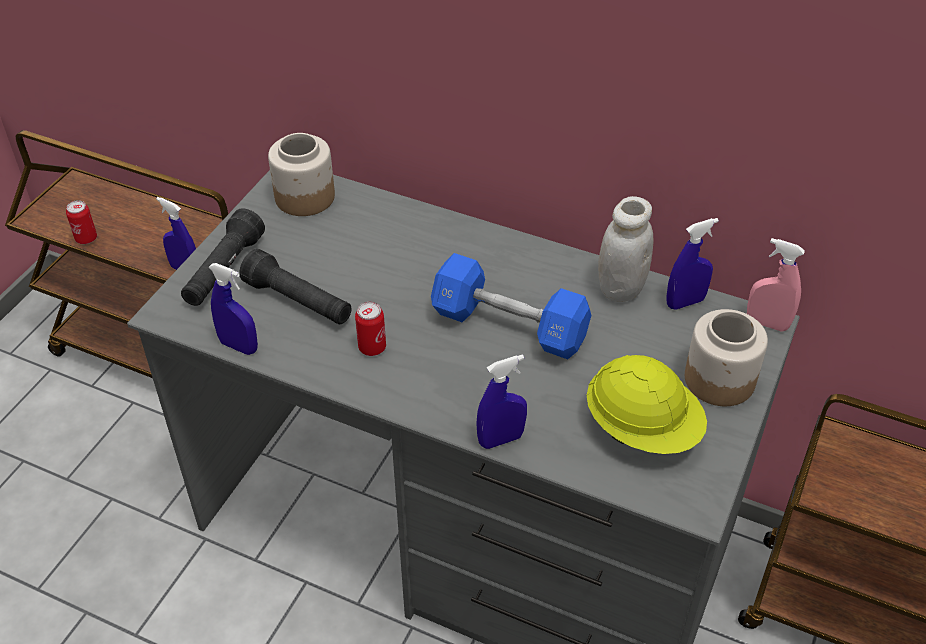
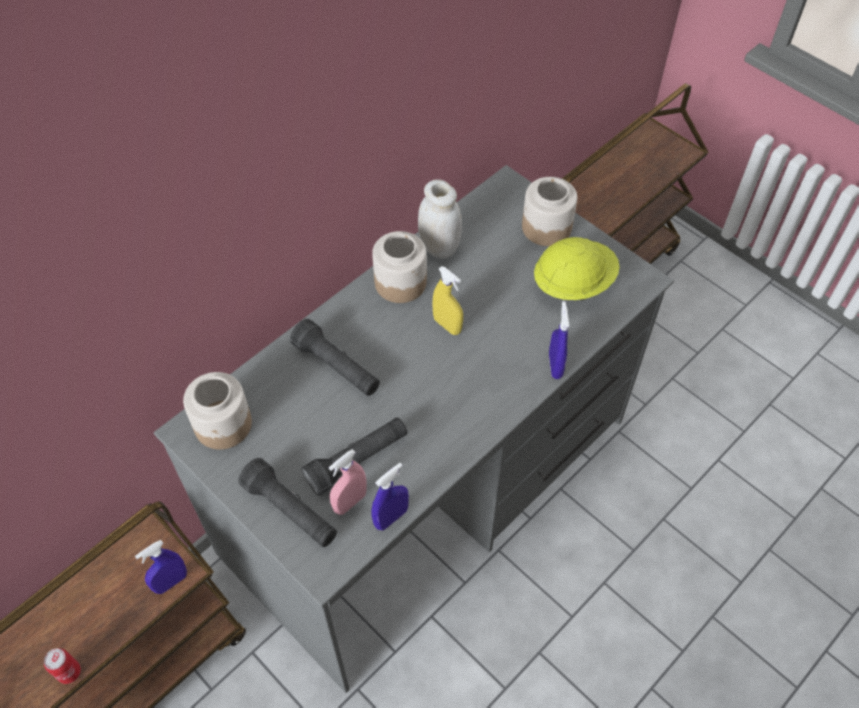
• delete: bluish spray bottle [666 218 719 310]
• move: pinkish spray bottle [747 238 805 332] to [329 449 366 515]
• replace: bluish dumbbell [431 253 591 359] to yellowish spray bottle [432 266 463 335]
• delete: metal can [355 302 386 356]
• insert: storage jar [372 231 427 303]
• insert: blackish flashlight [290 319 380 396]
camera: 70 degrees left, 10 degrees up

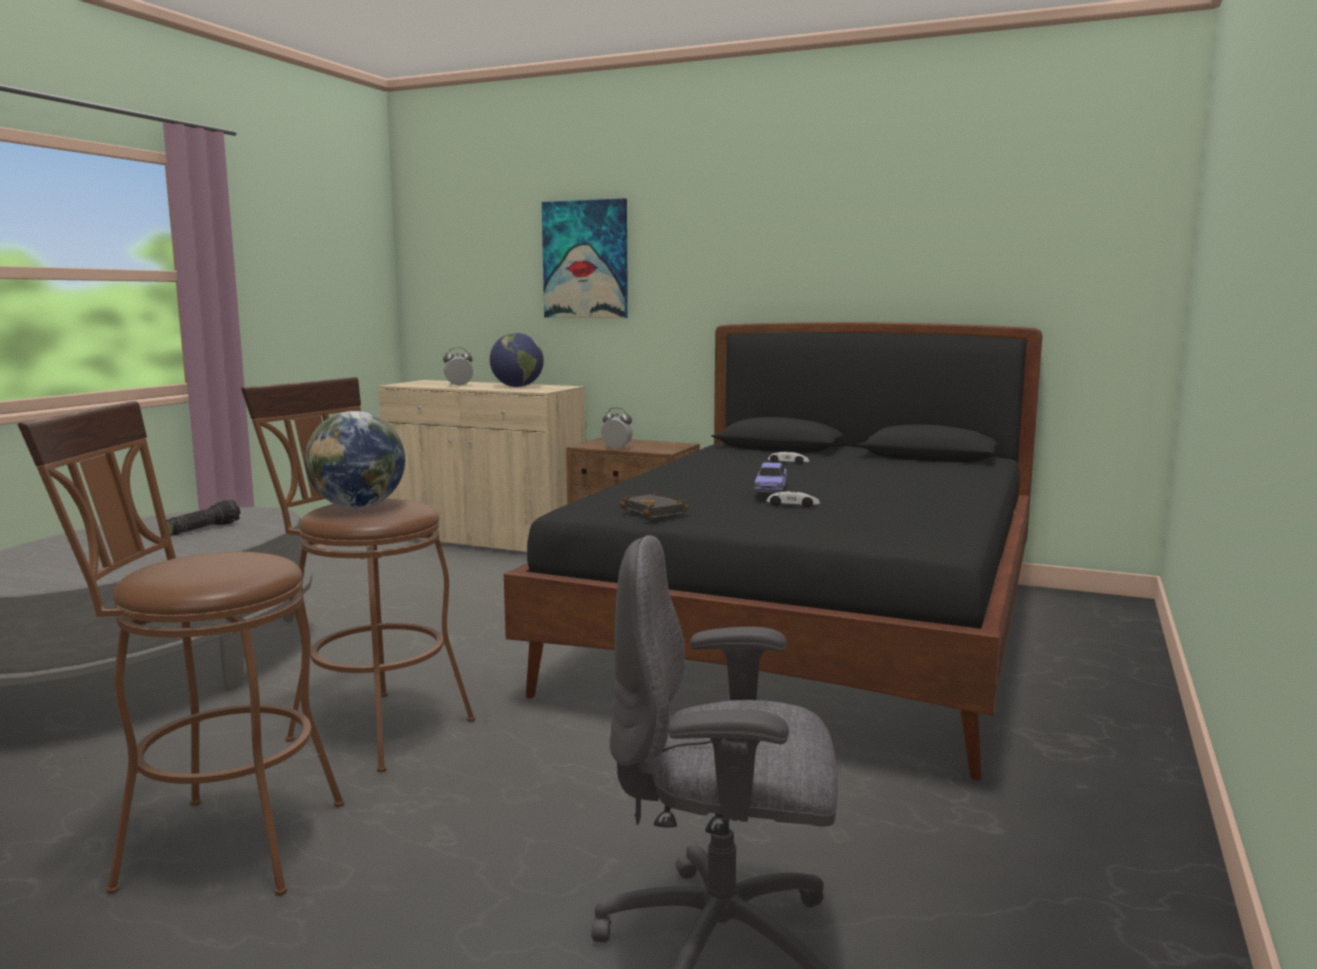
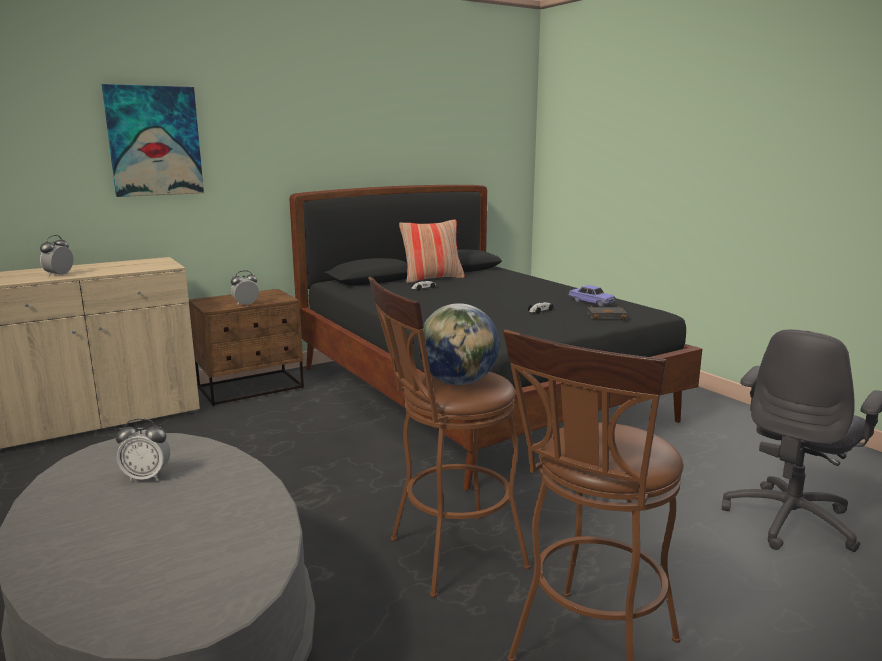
• delete: desk globe [490 333 544 387]
• move: toy car [754 463 787 494] to [567 285 616 306]
• move: blackish volume [619 492 689 518] to [587 305 627 320]
• replace: flashlight [166 500 240 536] to alarm clock [116 418 170 481]
• insert: pillow [399 219 465 283]
camera: 55 degrees left, 5 degrees up

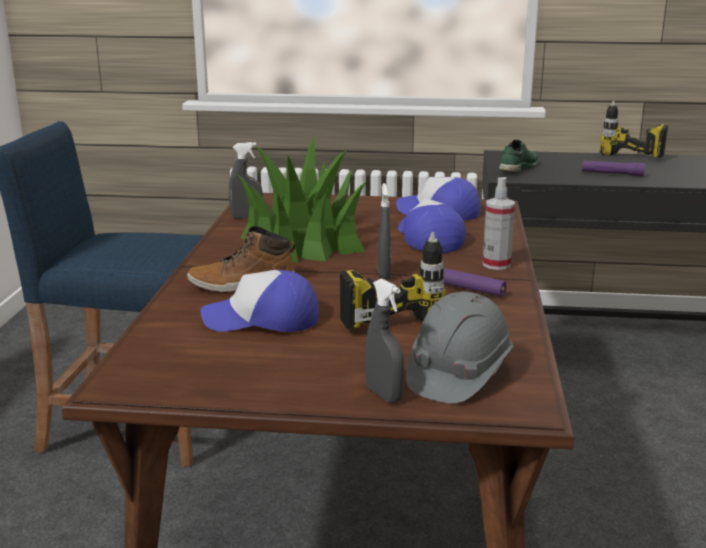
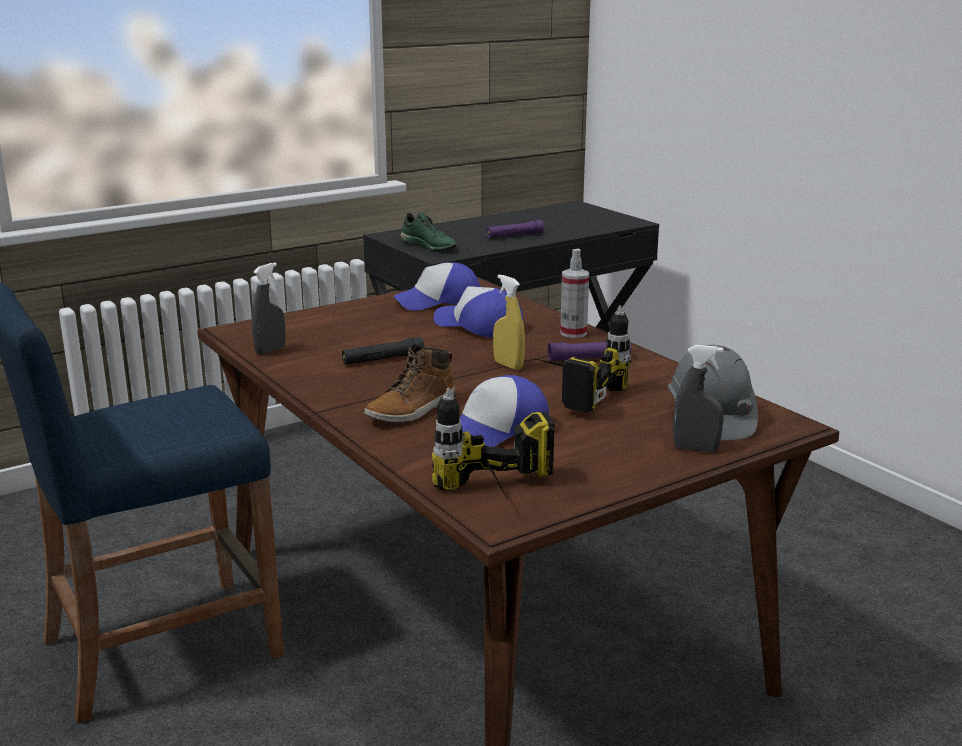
• move: electric drill [599 100 668 158] to [432 388 554 500]
• replace: potted plant [237 135 366 263] to blackish flashlight [342 337 425 365]
• rotate: green-coloured shoe [499 139 539 173] = [400 213 457 251] 135 degrees clockwise
• recolor: gray spray bottle [378 183 391 280] to yellowish spray bottle [493 274 525 370]
camera: 40 degrees left, 0 degrees up

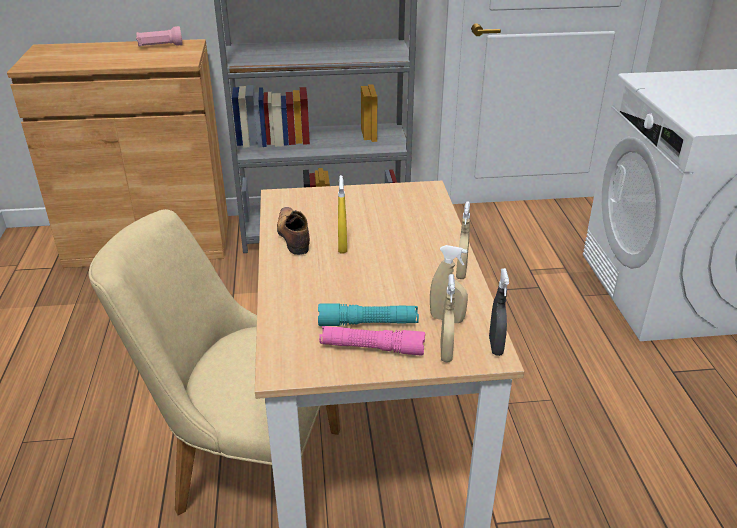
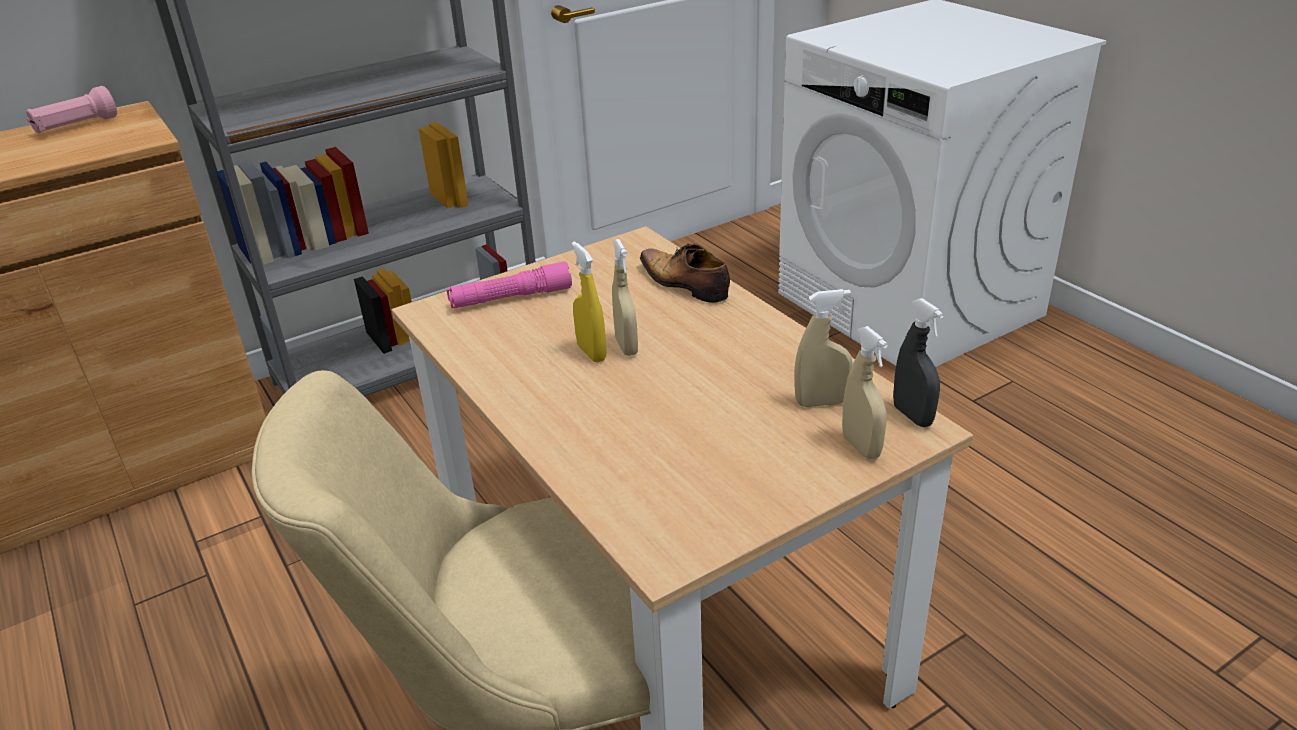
• move: beige-coloured spray bottle [456 201 470 279] to [612 239 638 356]
• move: shoe [277 207 310 255] to [640 243 730 303]
• delete: blue-green flashlight [318 303 419 326]
• move: pinkish flashlight [319 326 425 356] to [447 261 572 308]
camera: 25 degrees left, 0 degrees up

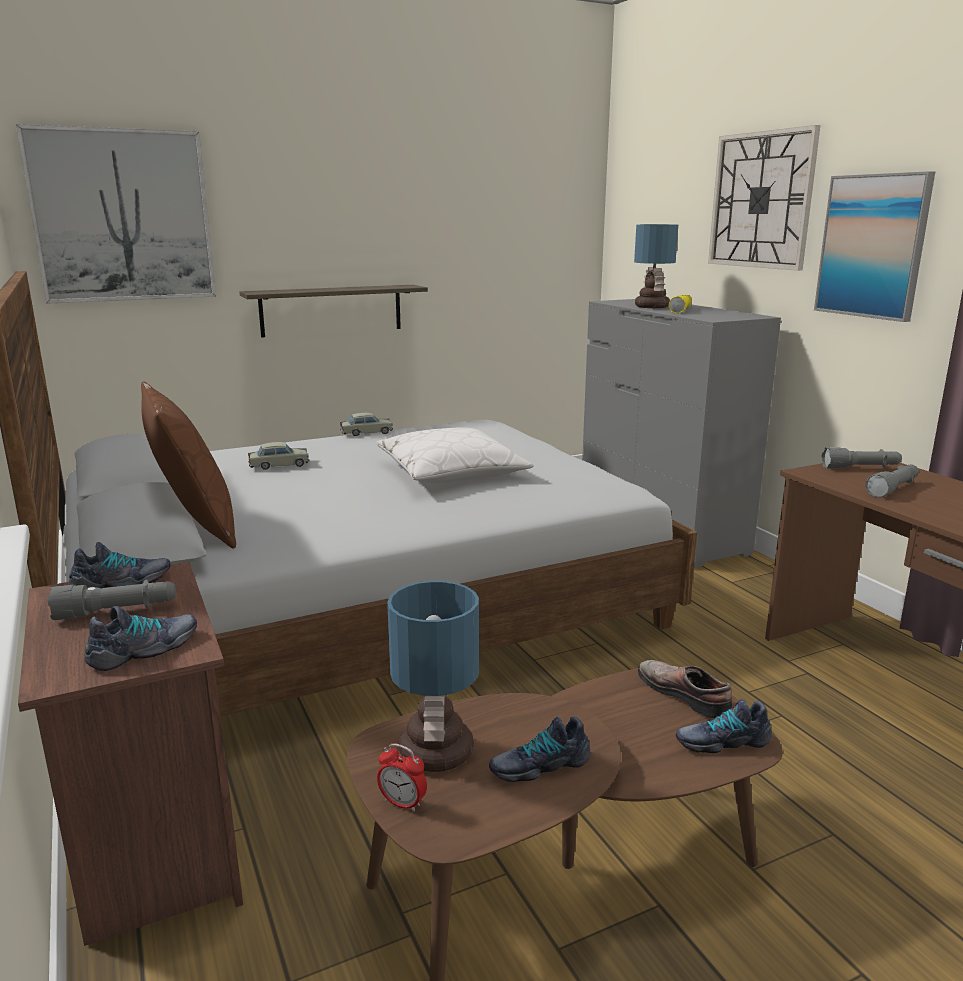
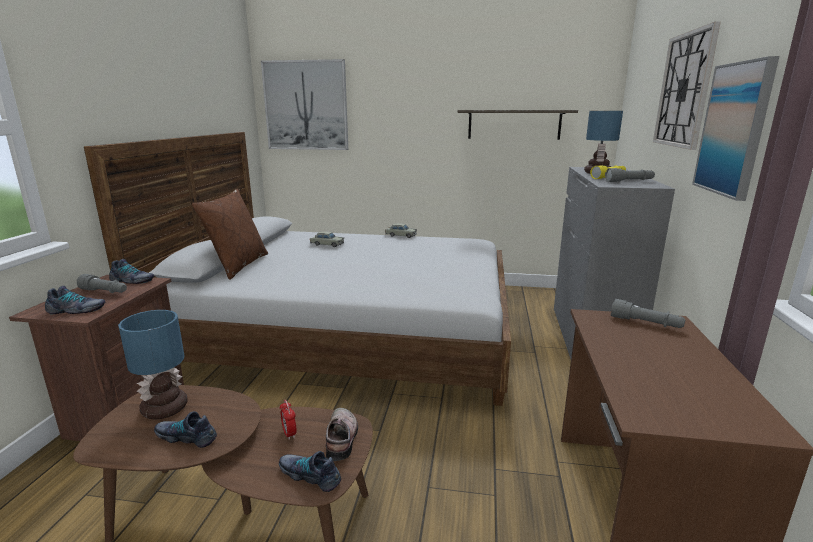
• move: shelf [239 285 428 338] to [458 110 578 140]
• delete: white-coloured pillow [376 427 534 483]
• move: gray flashlight [865 464 919 498] to [605 168 655 182]
• move: alarm clock [377 743 427 812] to [279 400 297 440]
camera: 35 degrees right, 0 degrees up

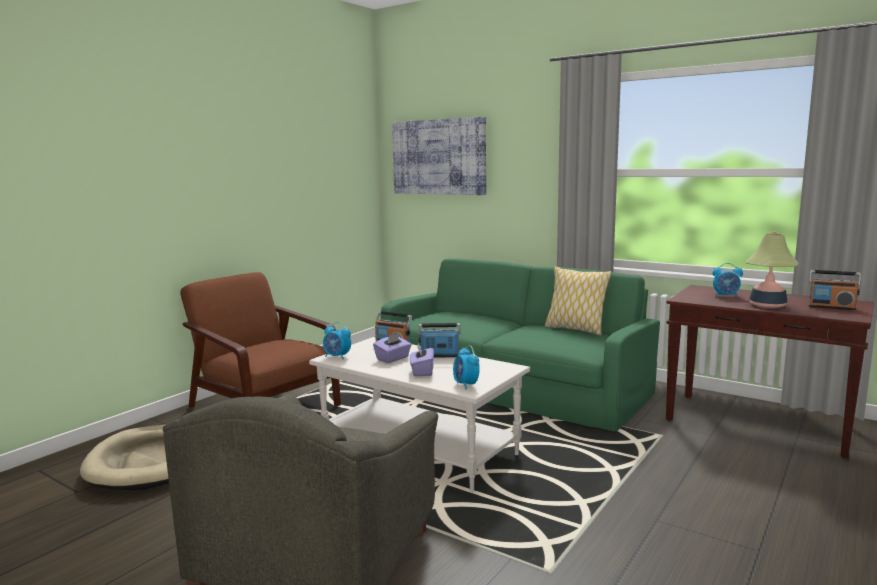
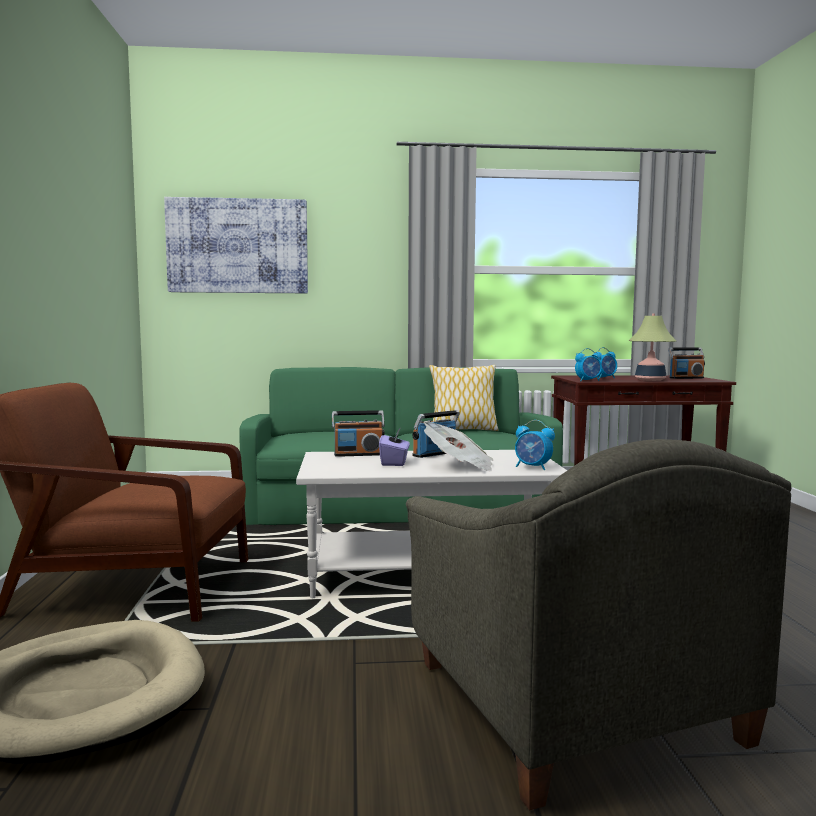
• move: alarm clock [323 322 351 359] to [575 348 602 381]
• replace: purple-coloured tissue holder [410 342 434 376] to daily paper [424 421 493 472]
camera: 40 degrees left, 5 degrees down

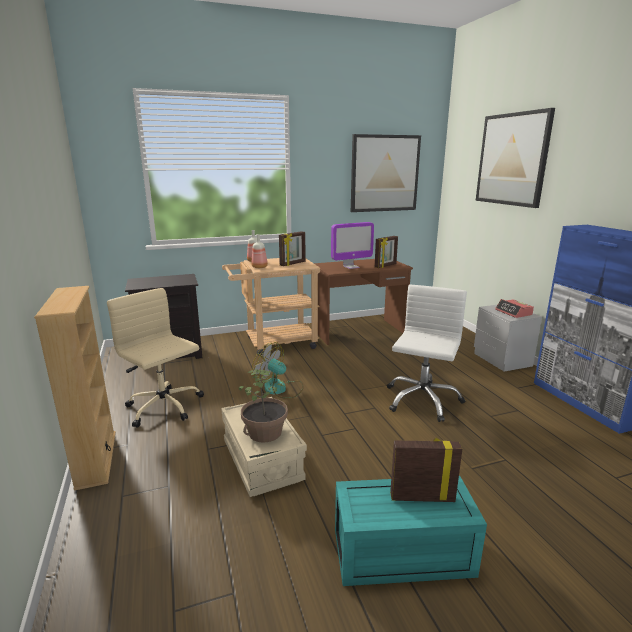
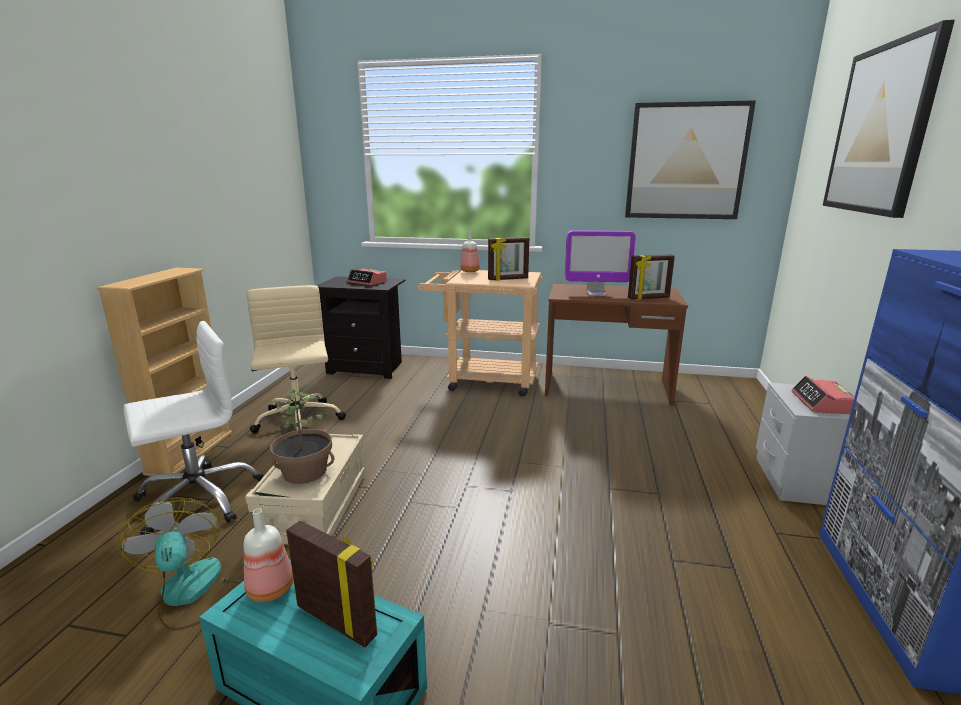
• move: beverage bottle [251 234 268 268] to [244 508 293 602]
• move: white-coloured computer chair [387 285 467 422] to [124 321 264 535]
• move: electric fan [252 342 304 399] to [117 497 243 631]
• insert: alarm clock [347 269 387 286]
camera: 30 degrees right, 0 degrees up

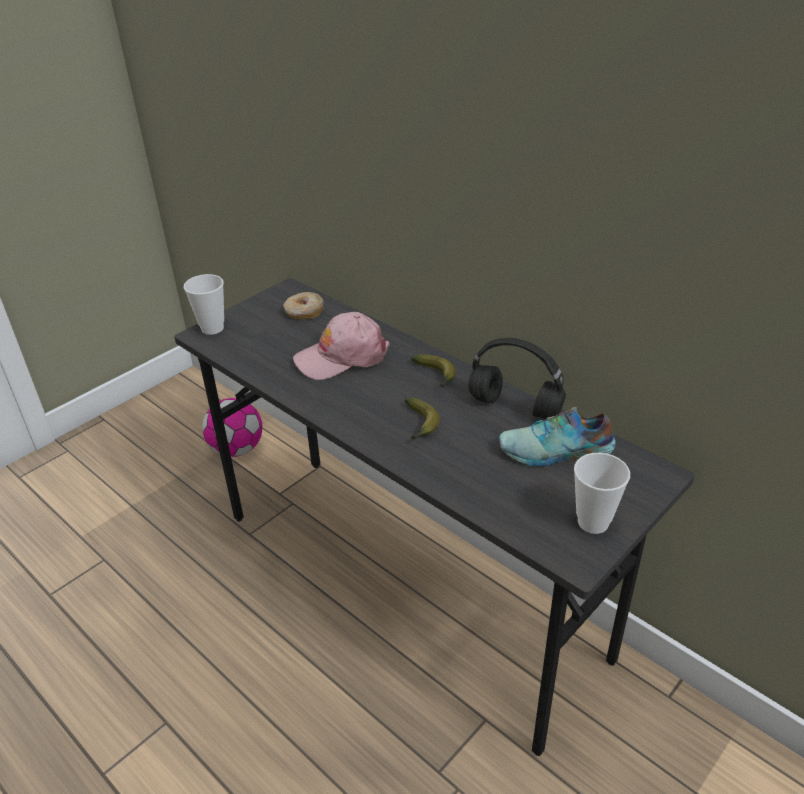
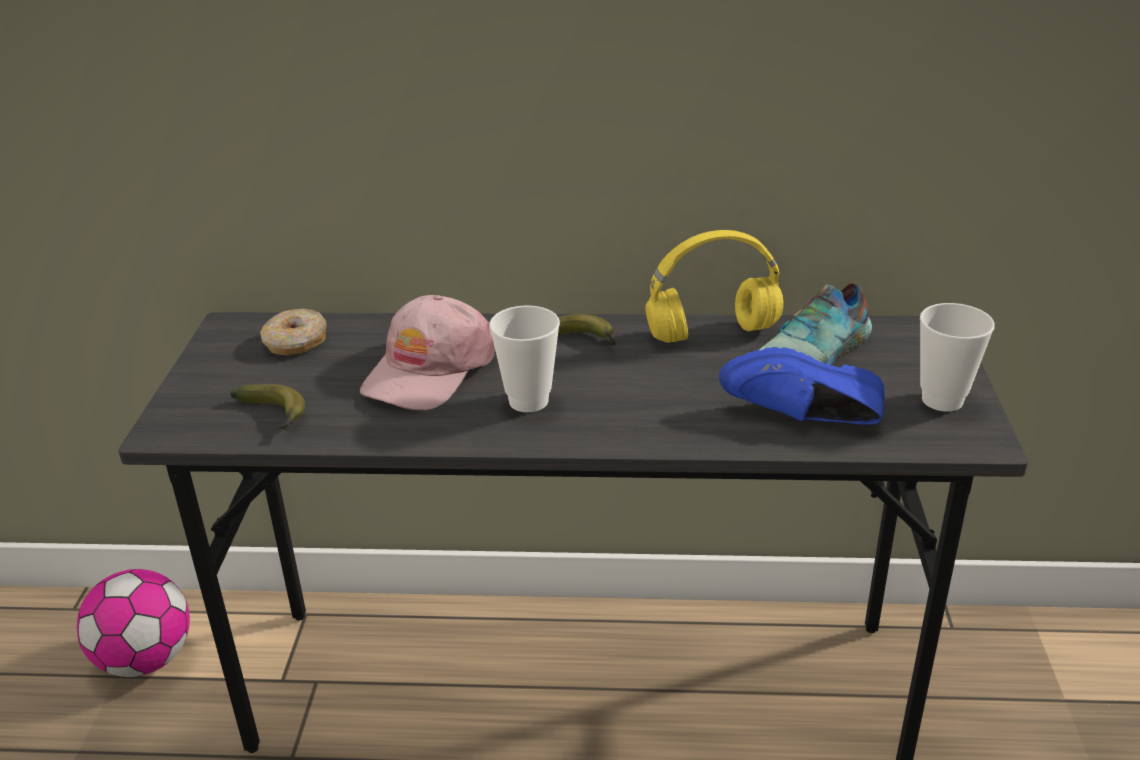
• move: drinking cup [184 274 224 335] to [489 305 560 412]
• recolor: blackish headphones [468 338 566 419] to yellowish headphones [645 230 783 343]
• move: whole banana [405 398 439 441] to [230 384 305 431]
• insert: bluish shoe [719 347 885 425]
camera: 40 degrees left, 5 degrees down

